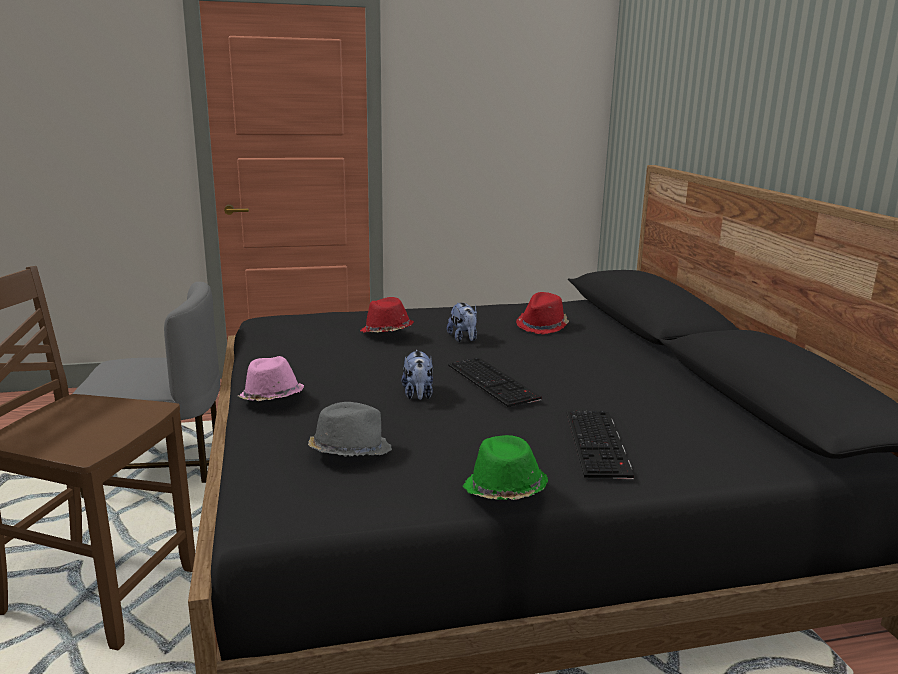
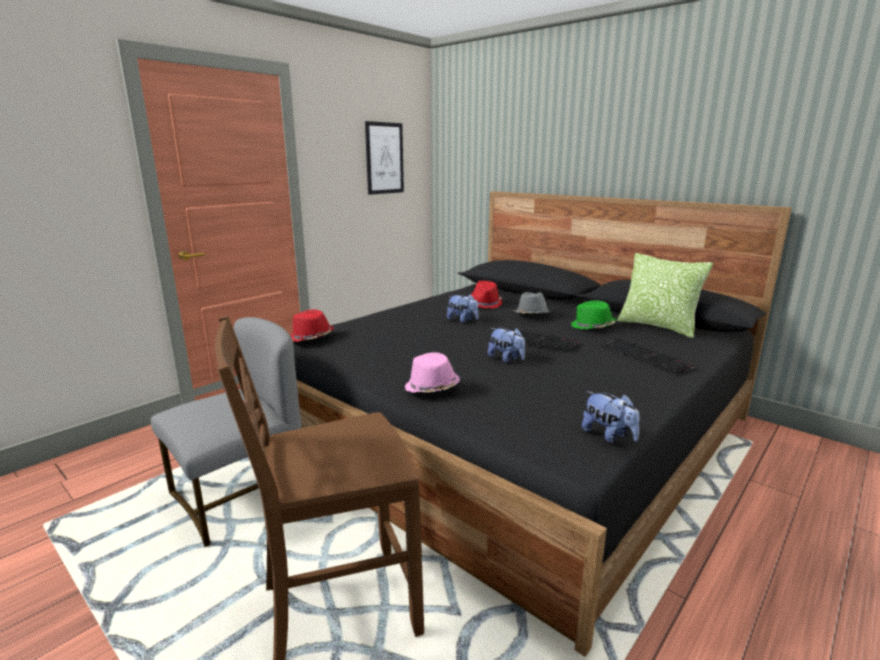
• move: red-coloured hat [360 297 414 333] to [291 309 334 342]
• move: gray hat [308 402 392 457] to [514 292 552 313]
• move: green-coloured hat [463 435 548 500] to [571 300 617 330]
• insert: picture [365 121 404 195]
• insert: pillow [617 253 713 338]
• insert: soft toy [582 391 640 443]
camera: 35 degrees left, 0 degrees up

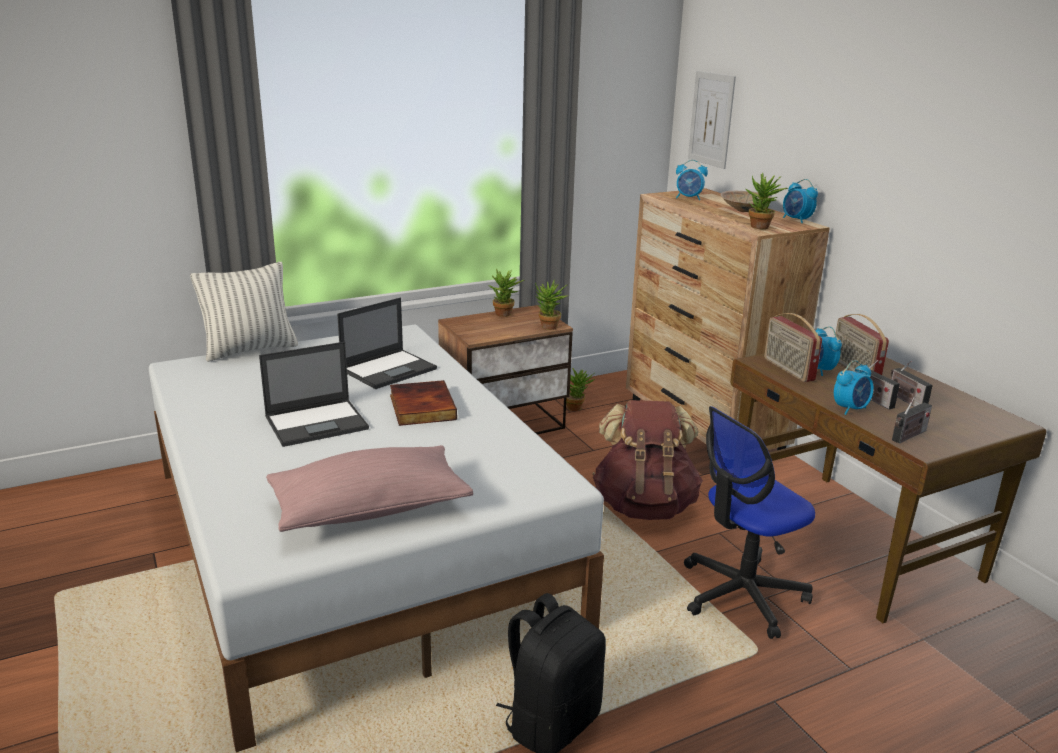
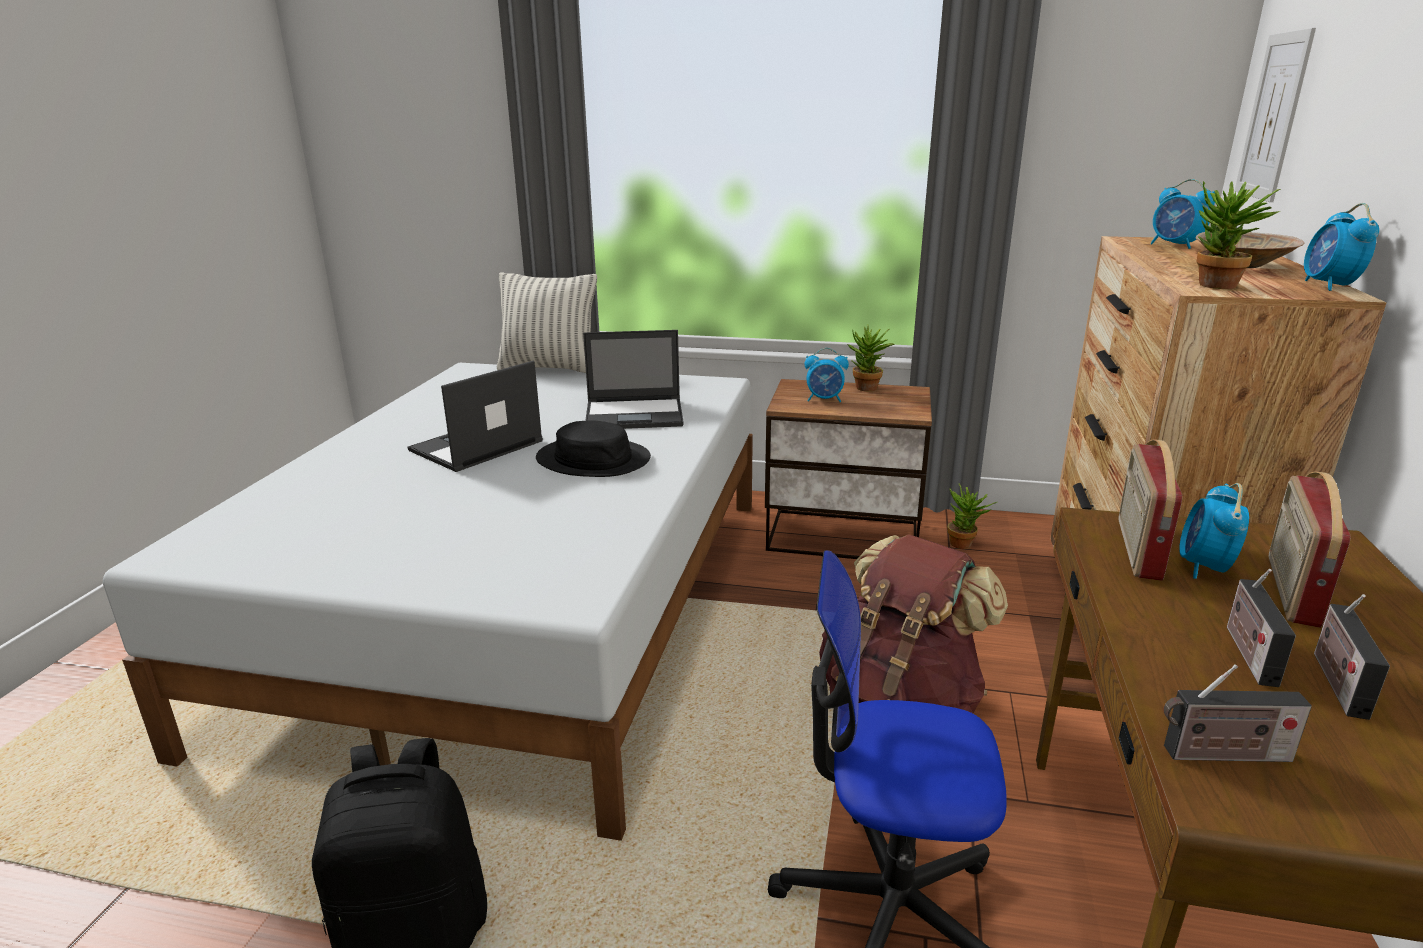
• delete: potted plant [535 280 567 330]
• rotate: notebook computer [259 342 369 447] = [407 361 543 472] 120 degrees clockwise
• move: alarm clock [834 360 874 415] to [804 348 849 402]
• replace: volume [390 380 457 426] to blackish hat [536 420 651 477]
• delete: pinkish pillow [266 445 473 532]
camera: 40 degrees right, 0 degrees up

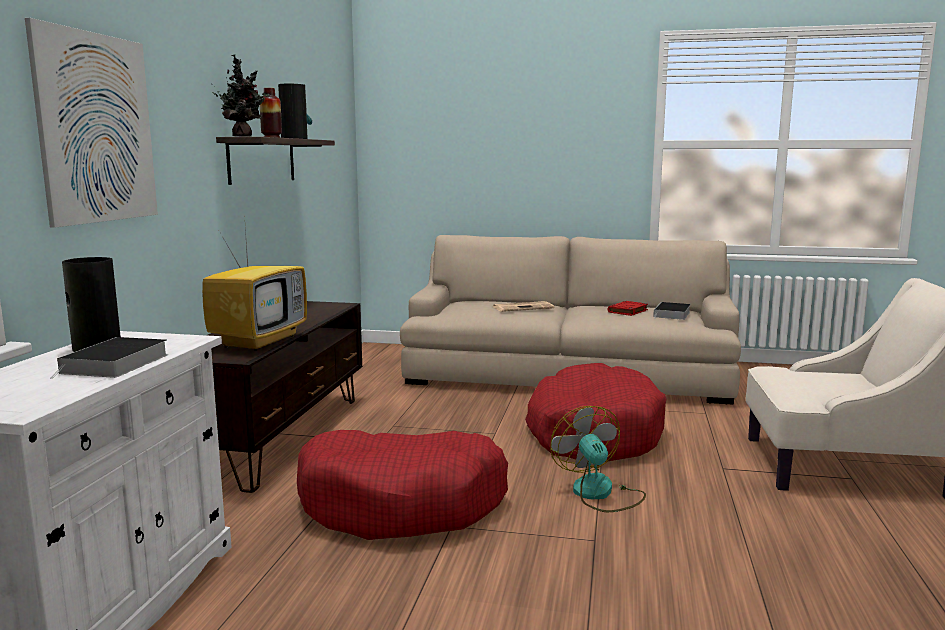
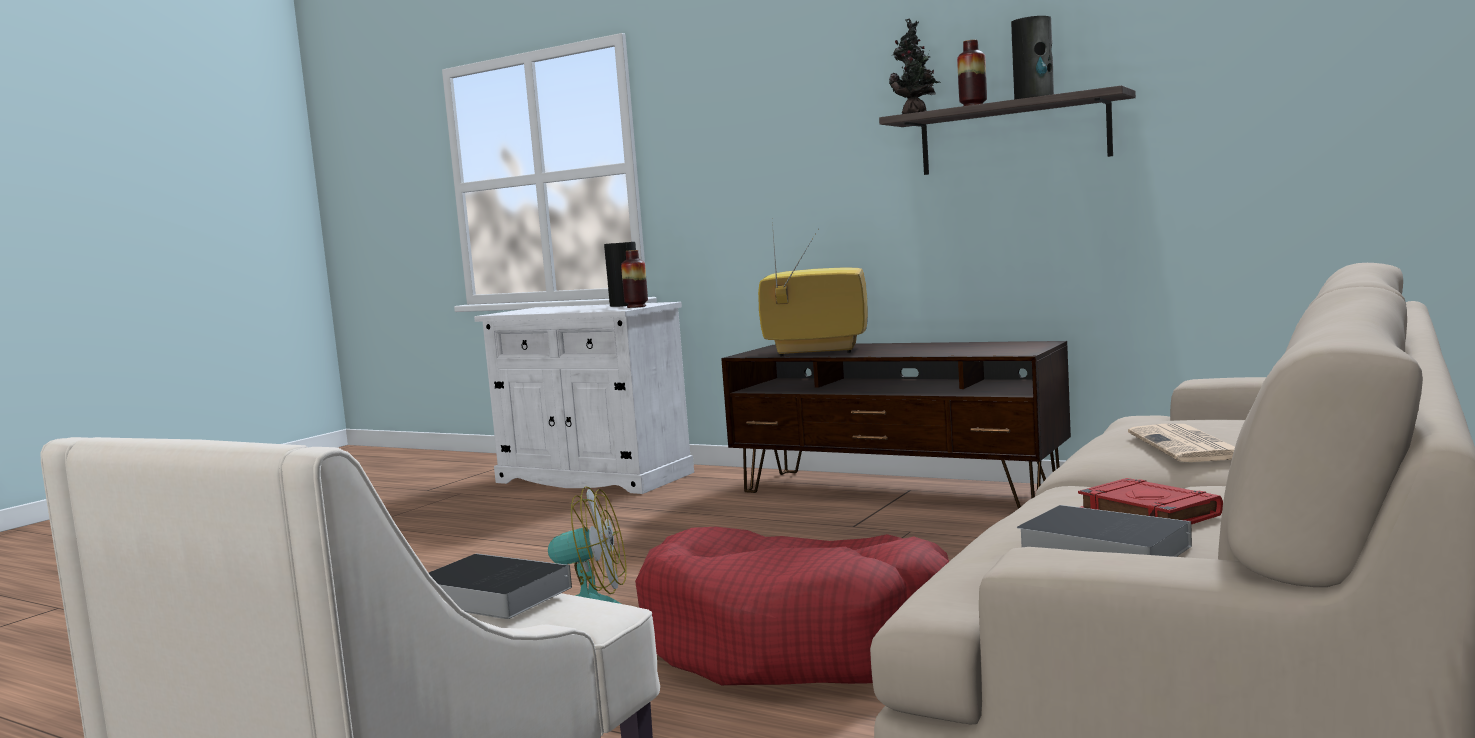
• delete: picture [25 18 158 228]
• rotate: TV set [202 214 307 351] = [758 223 868 356] 150 degrees clockwise
• move: volume [50 337 168 379] to [429 553 572 619]
• delete: red-coloured dog bed [297 430 508 540]
• insert: vase [621 250 648 308]
camera: 110 degrees right, 5 degrees down

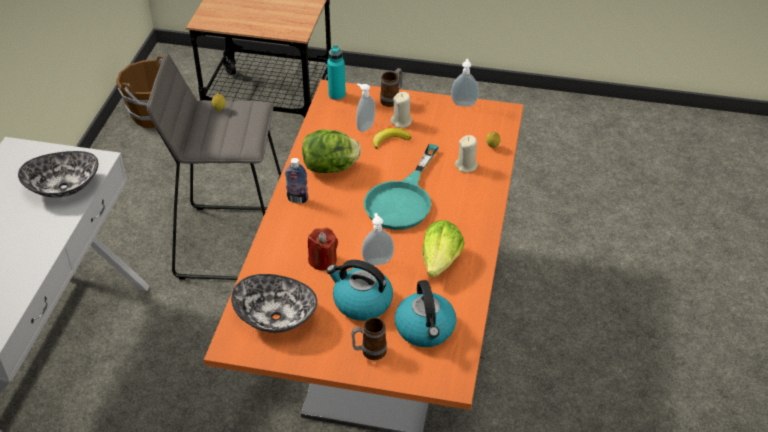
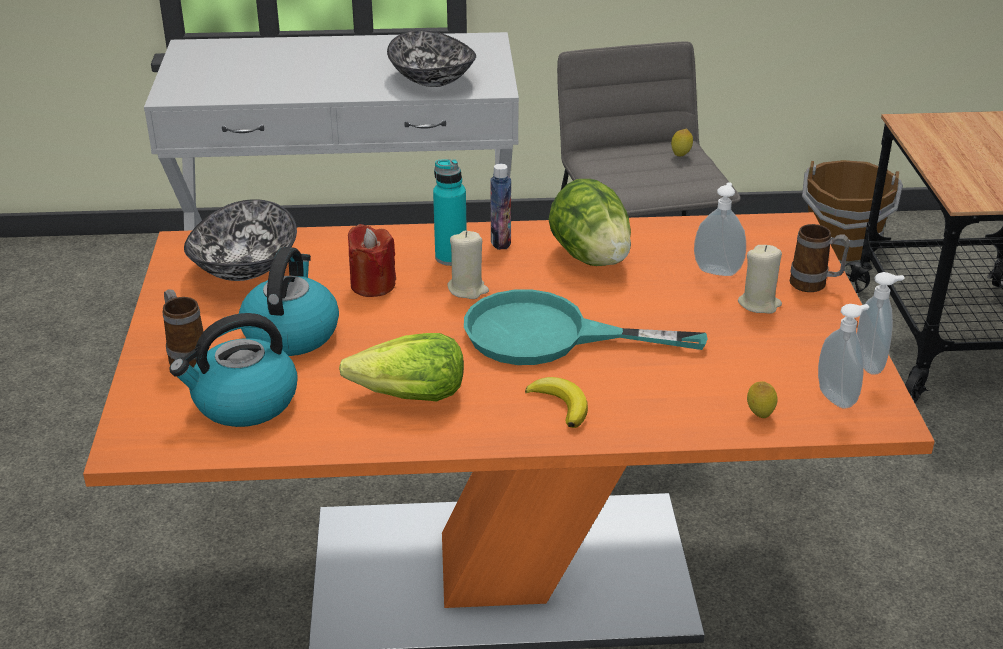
• move: blue-green beverage bottle [327 45 346 100] to [433 159 467 266]
• move: whole banana [373 128 411 149] to [525 377 588 428]
• move: beige-coloured candle [455 135 478 173] to [447 231 489 299]
• move: soap dispenser [362 213 394 265] to [818 304 869 409]
camera: 75 degrees right, 10 degrees down

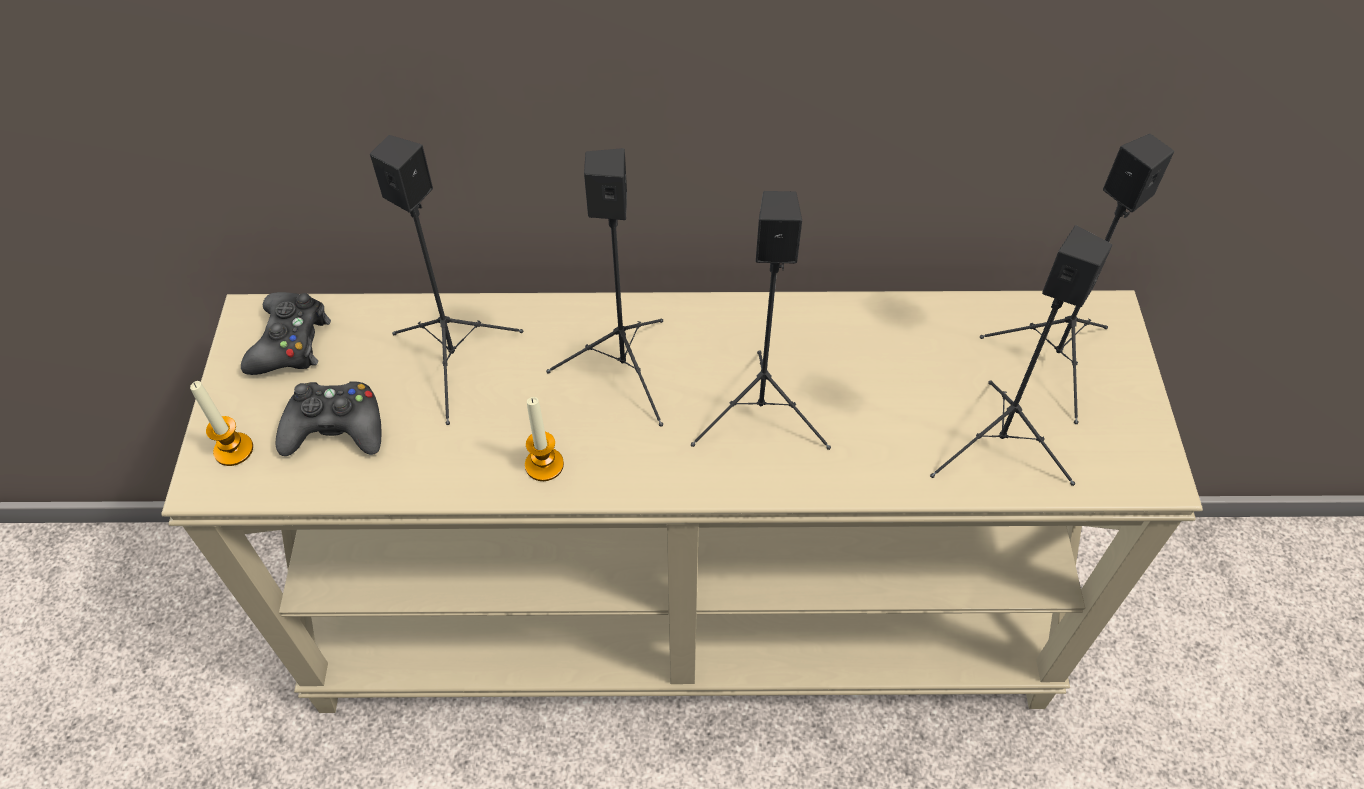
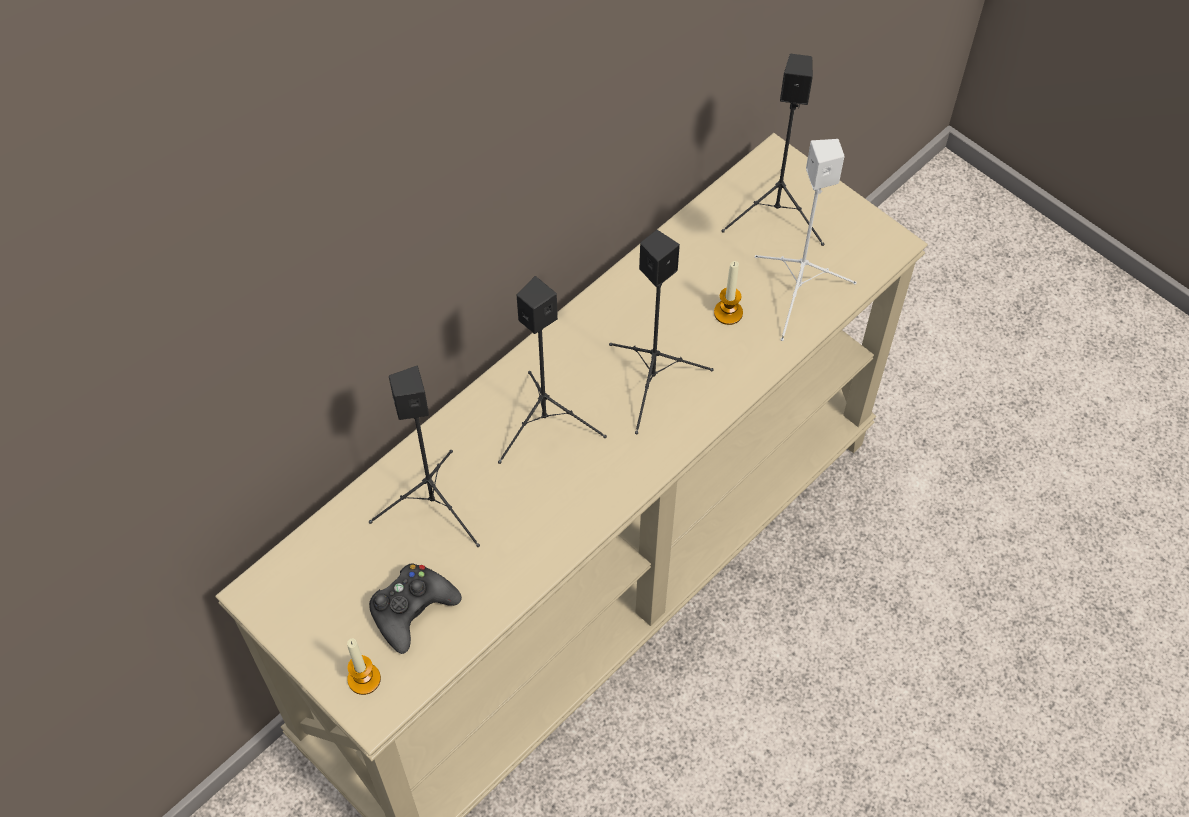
• recolor: blackish audio speaker [930 225 1112 486] to white-coloured audio speaker [755 139 857 341]
• delete: blackish gamepad [241 292 331 375]
• move: candle [525 397 564 481] to [714 261 743 325]
camera: 45 degrees left, 5 degrees up

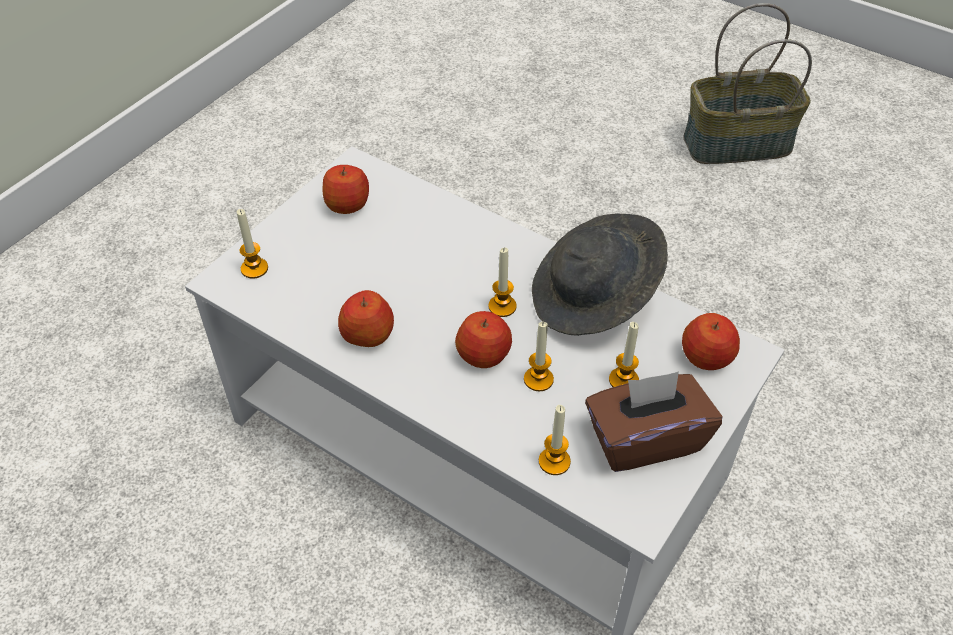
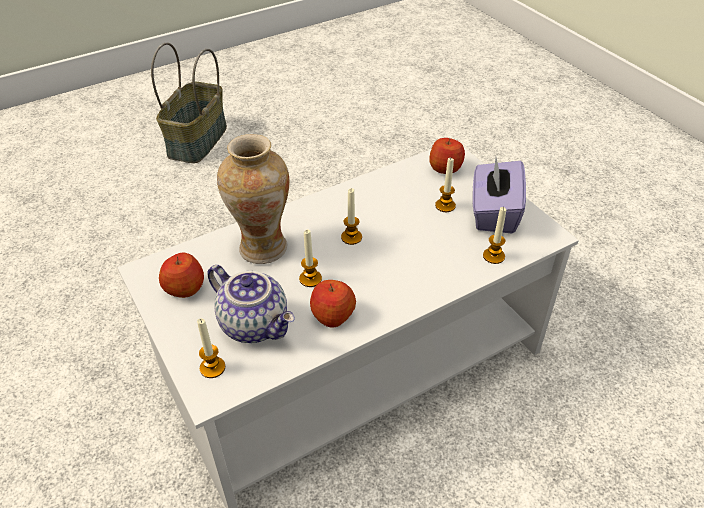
• delete: gray hat [532 214 668 336]
• delete: apple [455 311 512 368]
• move: candle [524 322 554 391] to [299 230 322 287]
• recolor: brownish tissue holder [585 372 722 472] to purple-coloured tissue holder [473 157 526 233]
• insert: vase [217 134 289 264]
• insert: tea pot [207 265 295 343]
camera: 65 degrees left, 5 degrees down

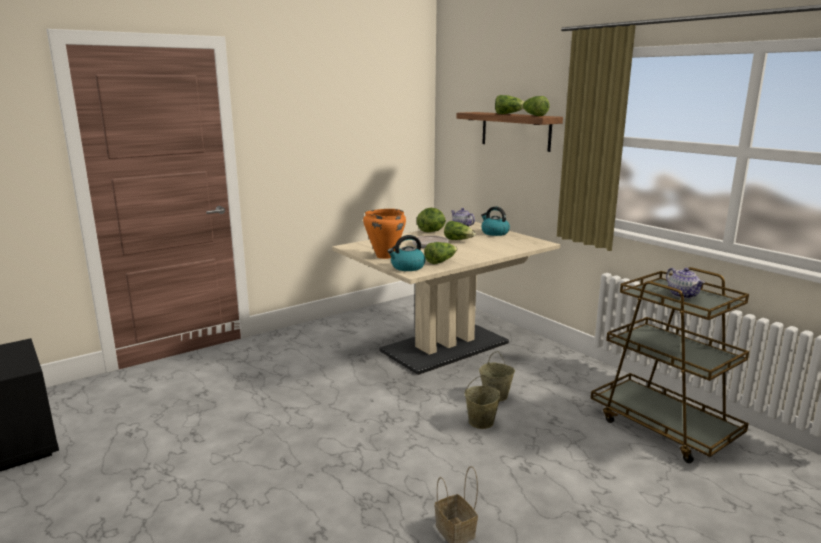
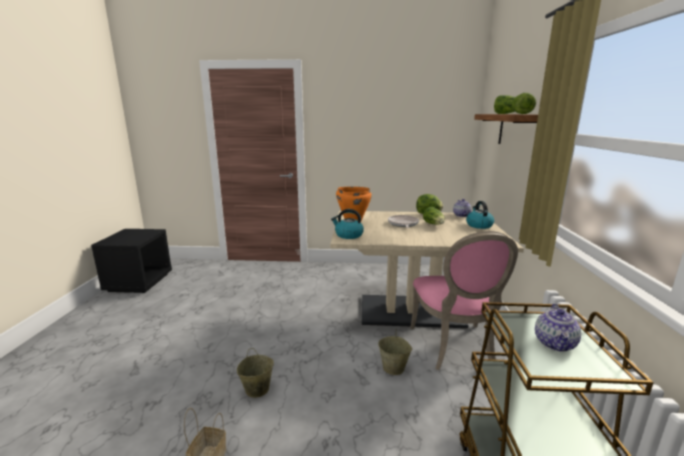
• delete: head of lettuce [424 242 457 264]
• move: beige-coloured pail [465 375 501 429] to [237 348 274 398]
• insert: pinkish upright chair [410 231 518 370]
camera: 40 degrees right, 0 degrees up

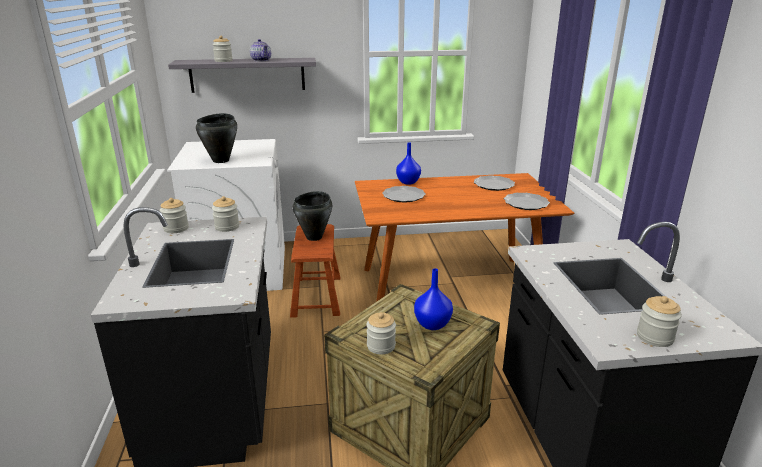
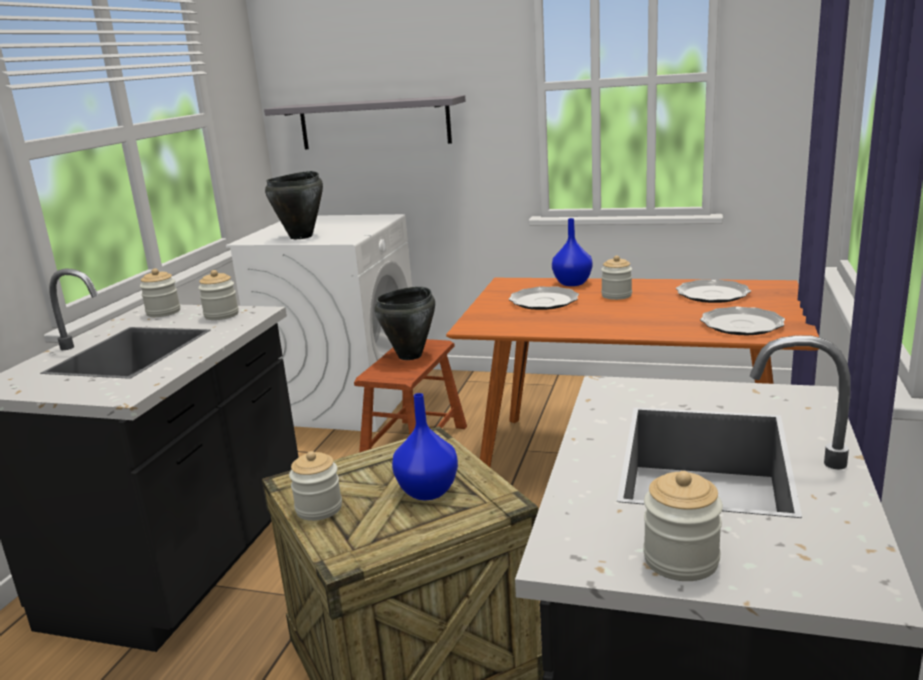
• move: storage jar [212 36 233 62] to [601 255 632 300]
• delete: tea pot [250 39 271 62]
camera: 25 degrees right, 5 degrees down

